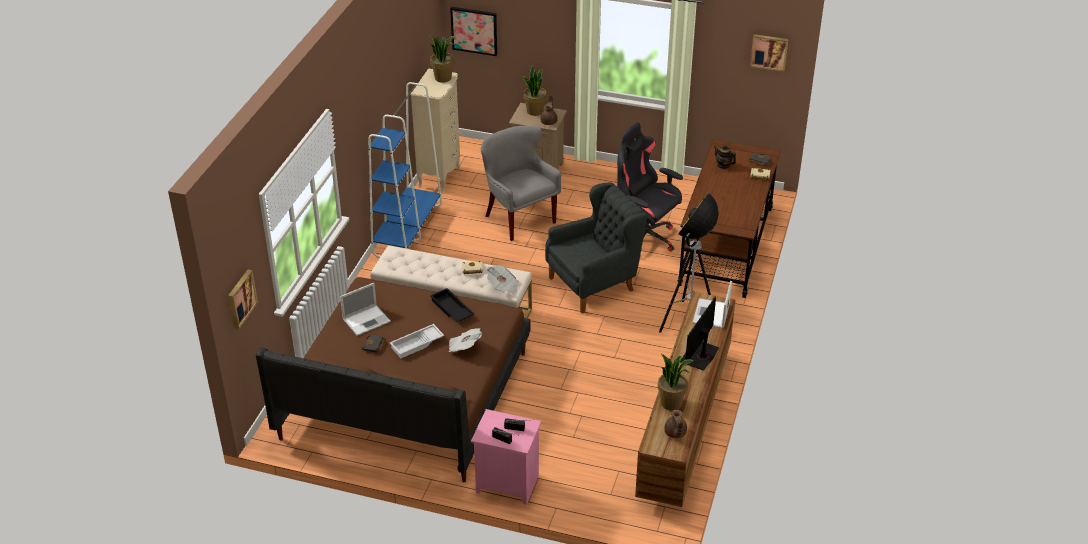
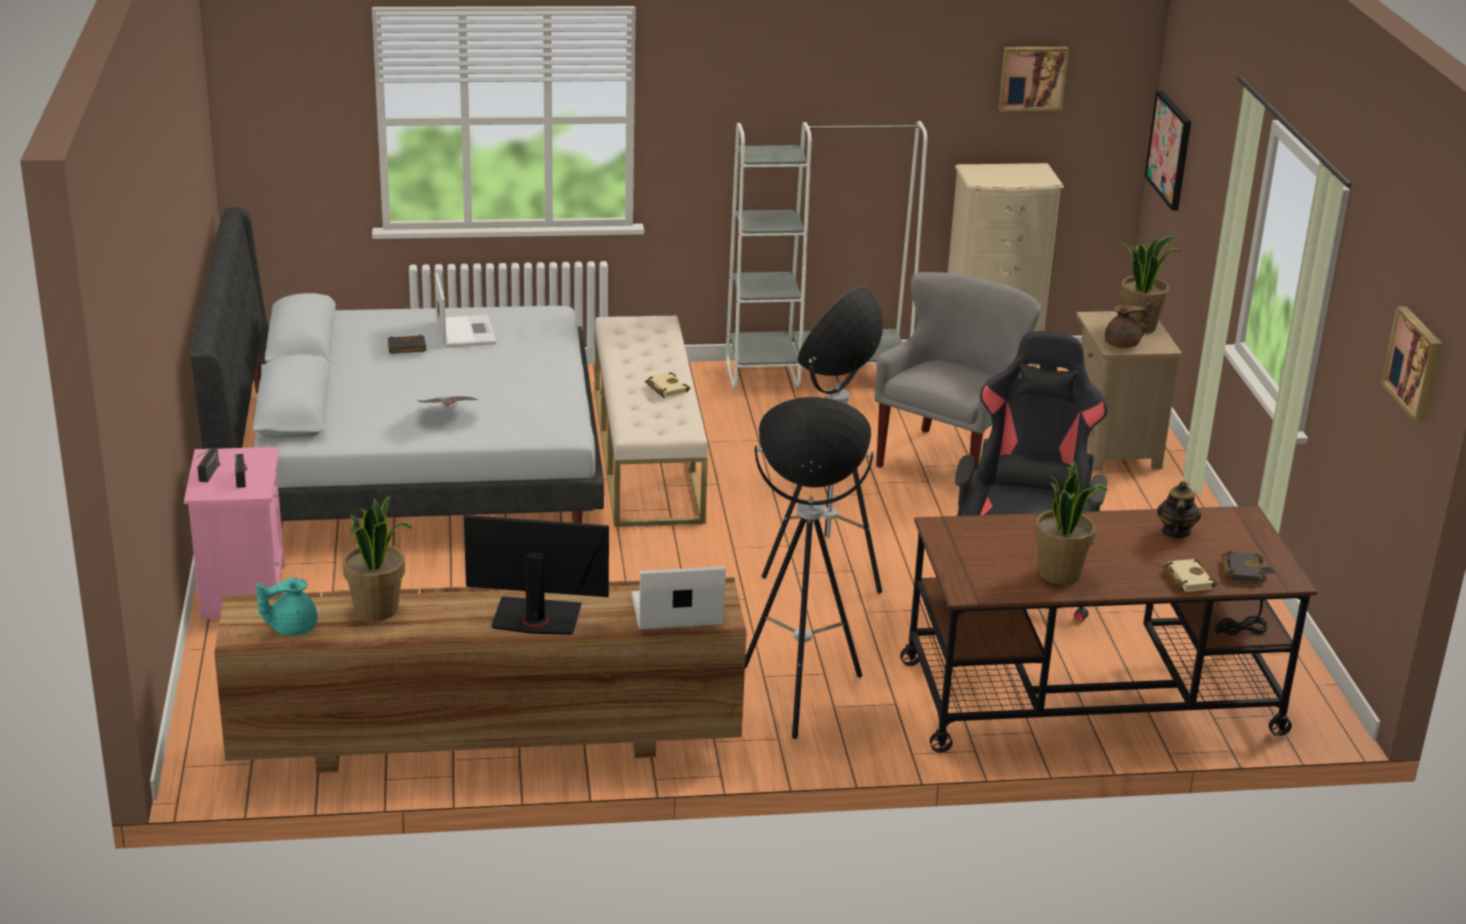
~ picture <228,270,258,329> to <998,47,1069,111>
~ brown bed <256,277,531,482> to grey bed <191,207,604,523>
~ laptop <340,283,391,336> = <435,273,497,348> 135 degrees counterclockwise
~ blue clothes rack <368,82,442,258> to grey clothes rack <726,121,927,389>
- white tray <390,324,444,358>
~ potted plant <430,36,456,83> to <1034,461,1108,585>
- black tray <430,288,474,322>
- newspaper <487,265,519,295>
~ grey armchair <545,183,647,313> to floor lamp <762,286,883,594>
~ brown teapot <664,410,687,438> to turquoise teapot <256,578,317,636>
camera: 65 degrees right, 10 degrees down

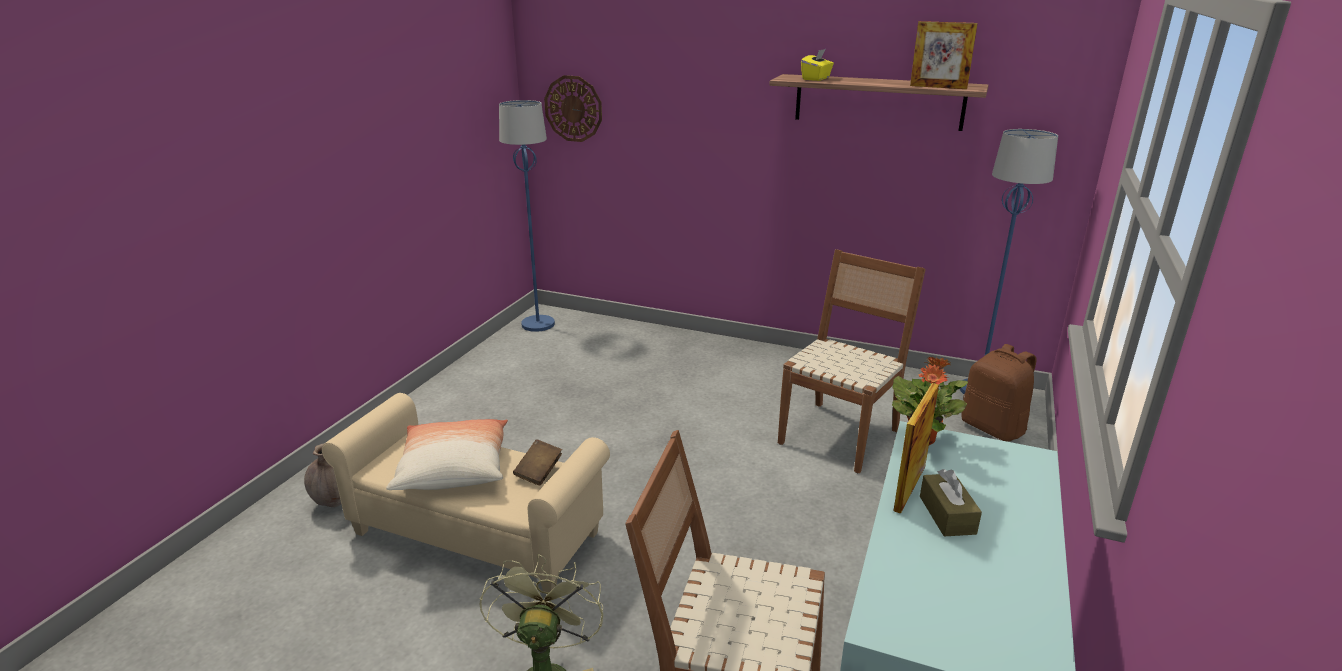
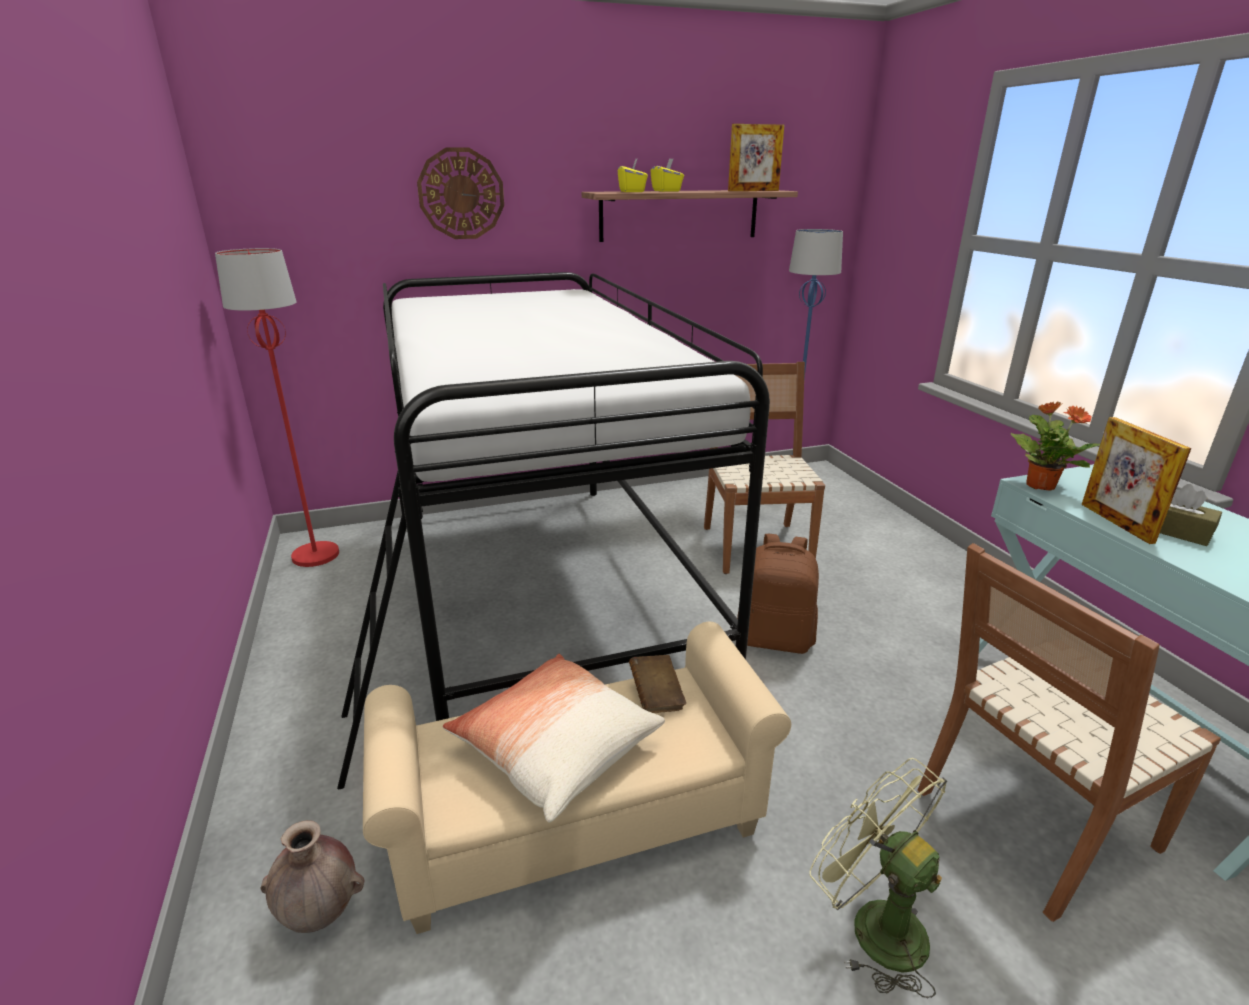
~ blue floor lamp <499,100,555,332> to red floor lamp <215,248,339,567>
~ wall clock <544,75,602,142> to <417,147,504,239>
~ brown backpack <961,344,1036,441> to <737,534,819,654>
+ black bed <337,272,770,789>
+ yellow tissue box <650,158,684,192>
camera: 40 degrees left, 0 degrees up

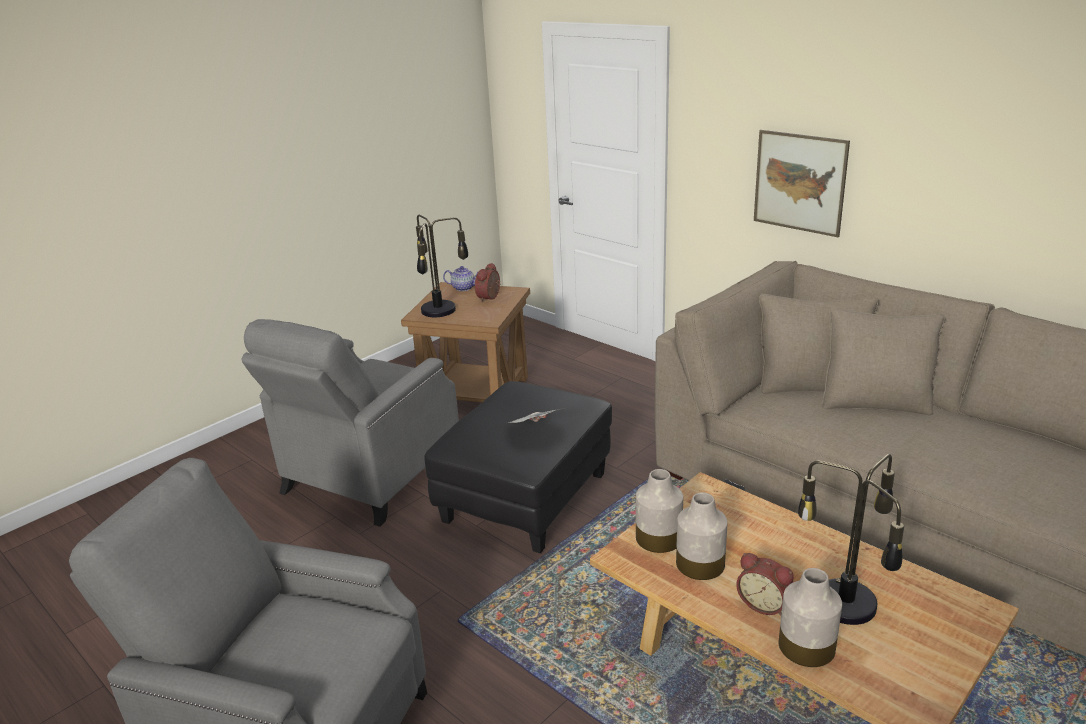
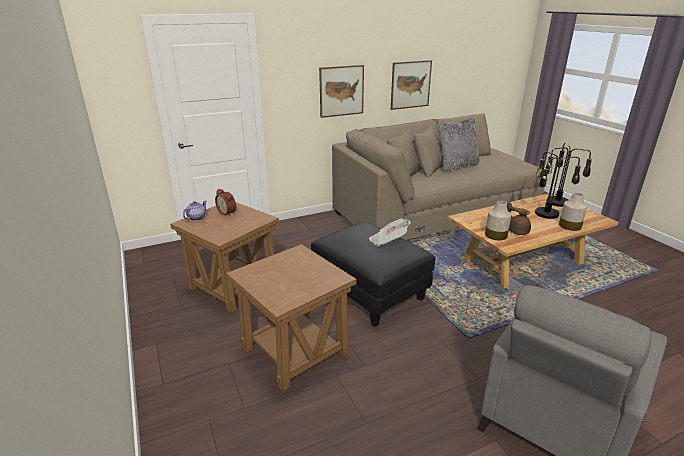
~ grey armchair <242,319,459,527> to brown side table <226,244,357,392>
~ table lamp <416,215,468,317> to <546,143,592,207>
~ beige vase <676,492,727,580> to brown teapot <507,201,531,235>
- alarm clock <736,553,794,616>
+ picture <391,60,432,110>
+ grey pillow <438,118,480,173>
camera: 70 degrees left, 0 degrees up

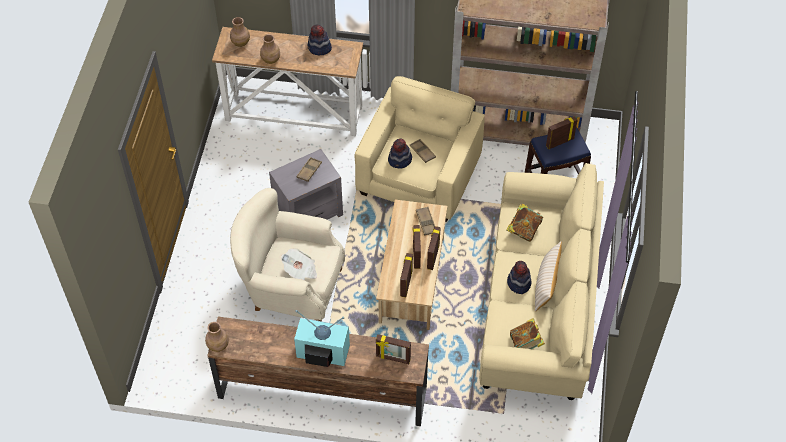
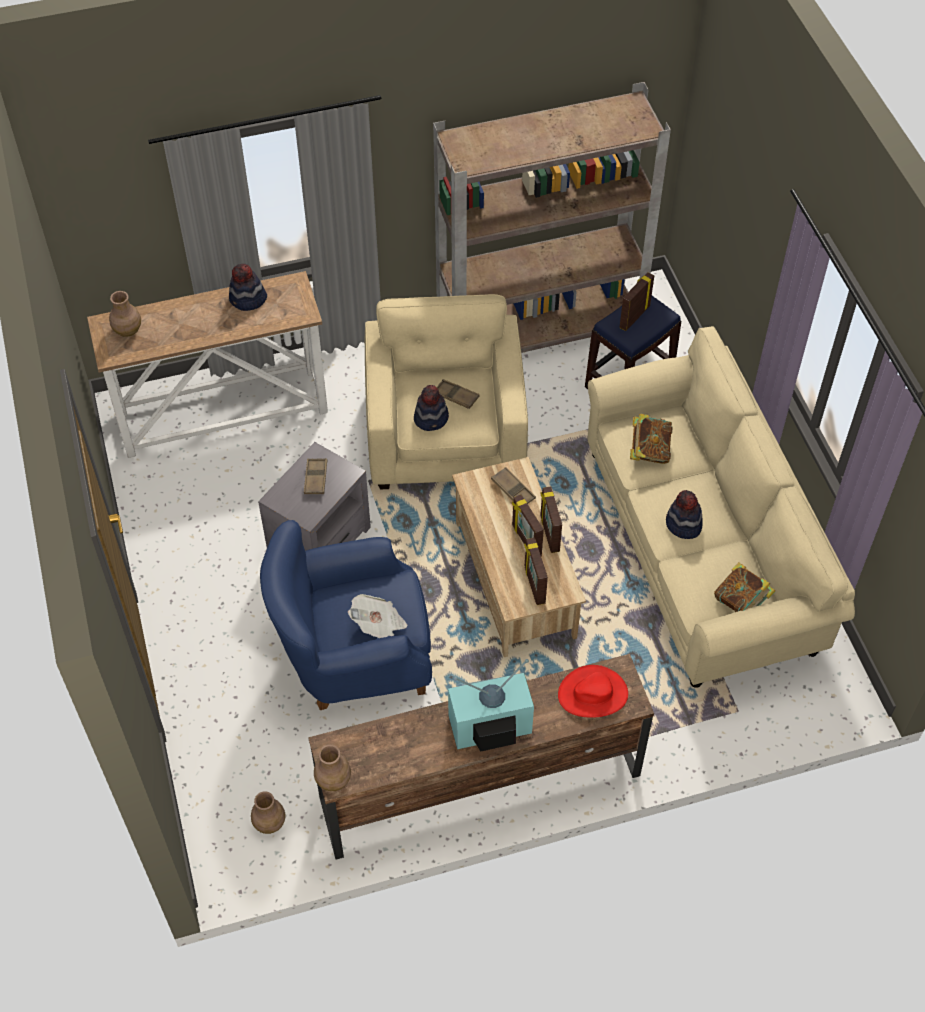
~ beige armchair <230,188,345,321> to blue armchair <260,520,432,710>
~ brown vase <260,34,280,64> to <251,791,286,834>
~ picture frame <376,334,411,364> to red hat <558,665,628,718>
- beige pillow <535,241,562,312>
camera: 25 degrees left, 0 degrees up

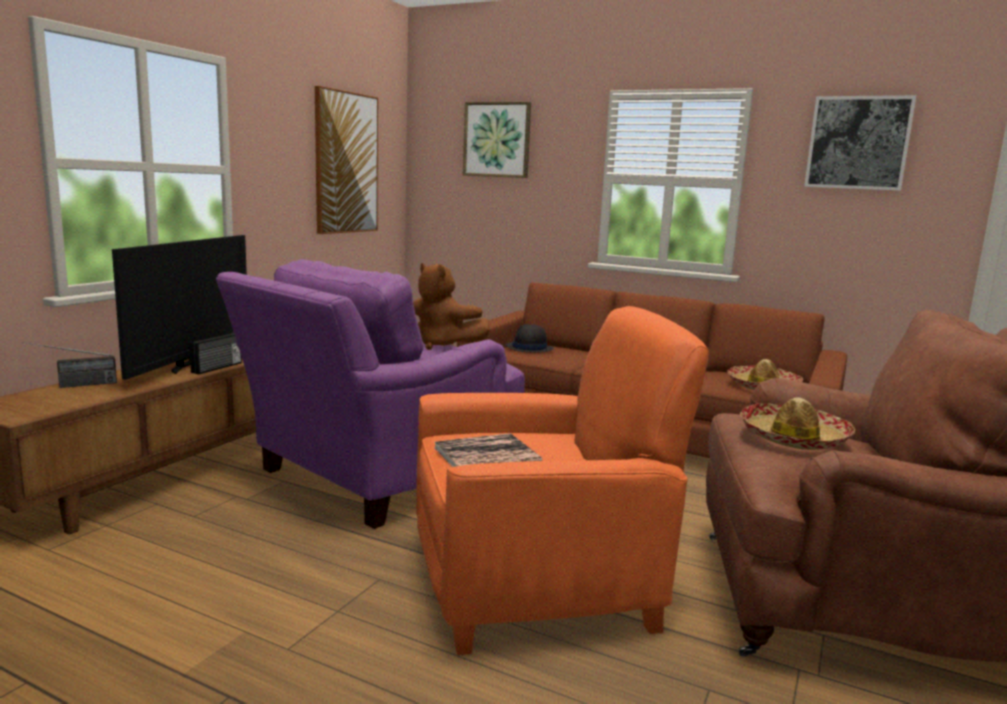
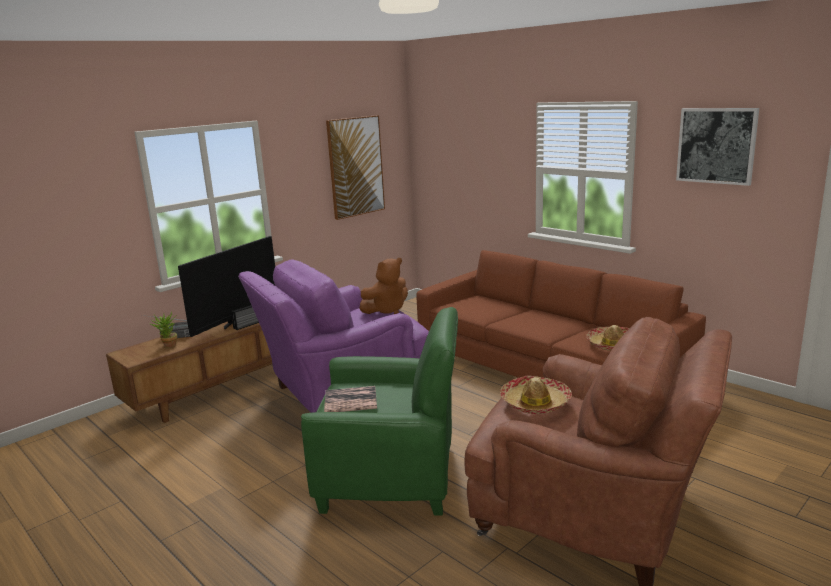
~ brown plush toy <413,263,490,350> = <360,258,408,314> 90 degrees counterclockwise
~ orange armchair <416,306,709,655> to green armchair <301,307,458,516>
- picture <463,102,531,178>
- black hat <505,324,554,353>
+ potted plant <150,312,177,347>
camera: 20 degrees right, 5 degrees up

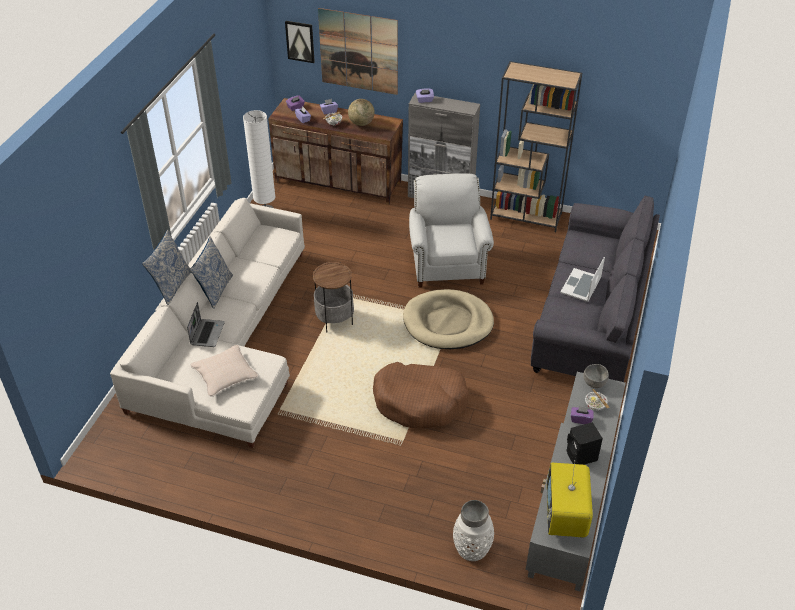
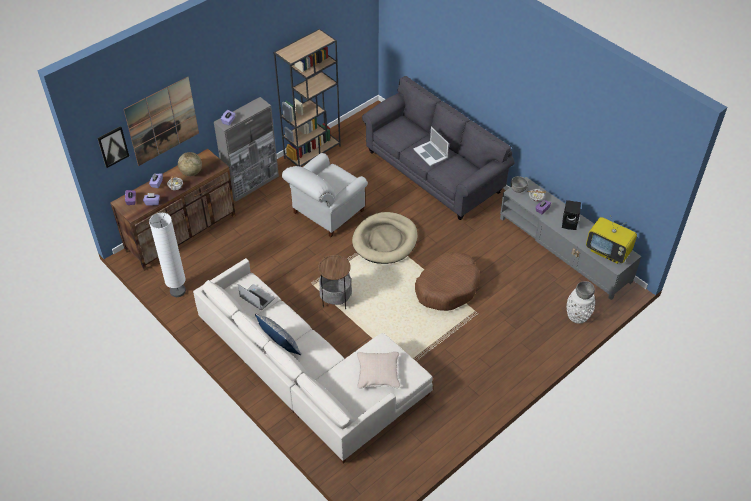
- pillow <142,230,191,305>
~ laptop <187,302,225,347> to <238,284,274,310>
~ white armchair <409,173,494,288> = <282,153,368,237> 75 degrees counterclockwise
camera: 60 degrees left, 5 degrees up

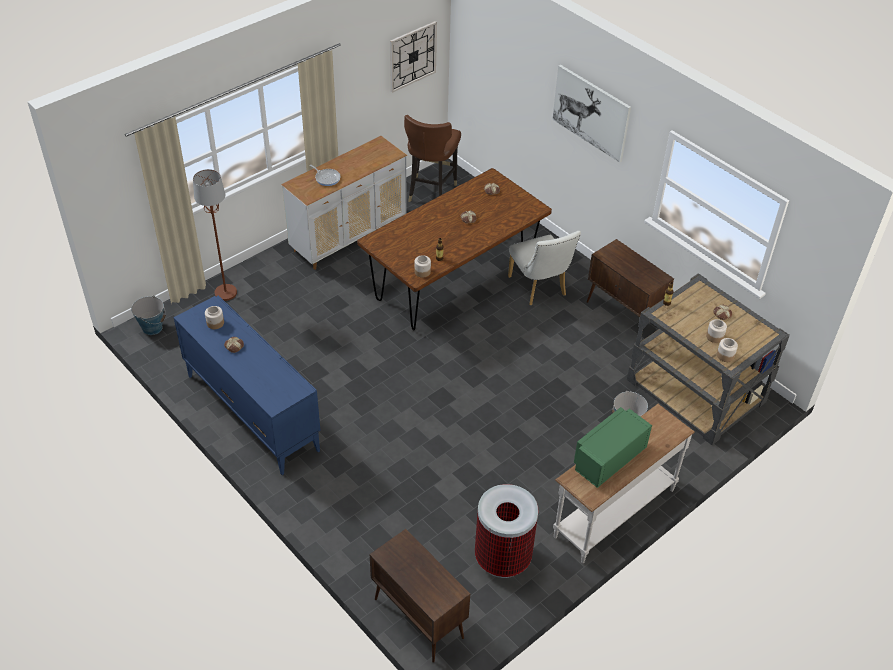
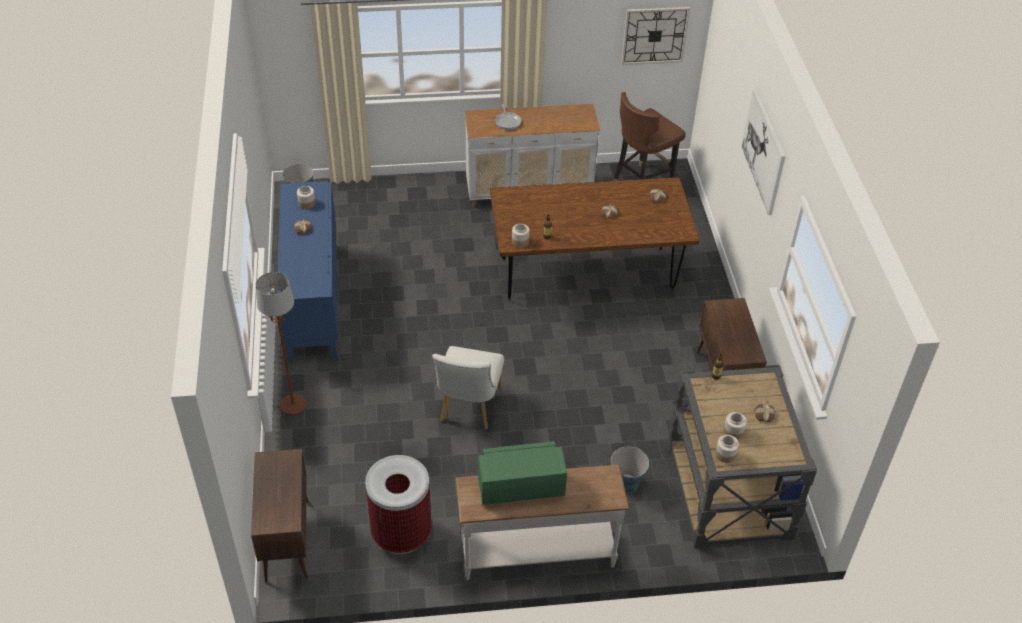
~ brown floor lamp <193,169,237,301> to <256,272,307,416>
~ white chair <508,231,581,305> to <432,346,504,429>
camera: 35 degrees right, 0 degrees up

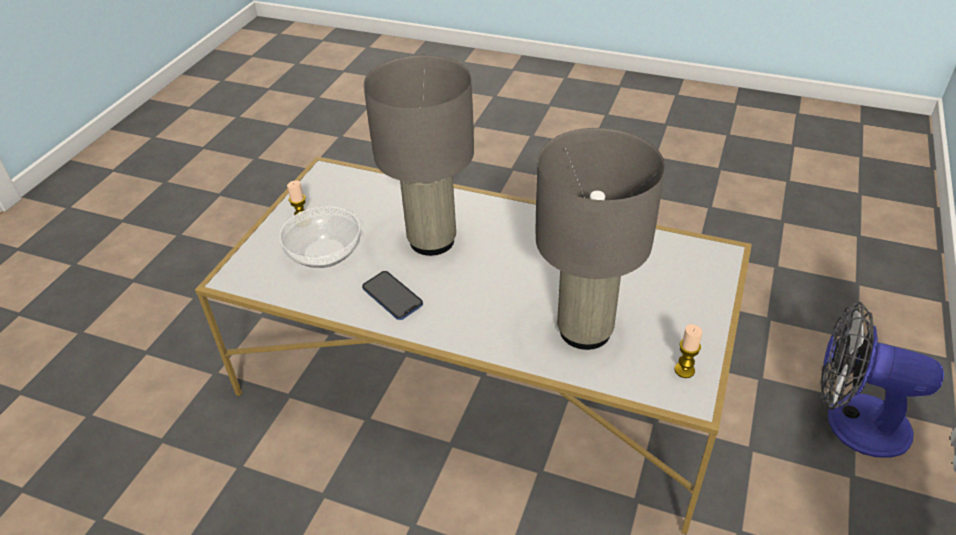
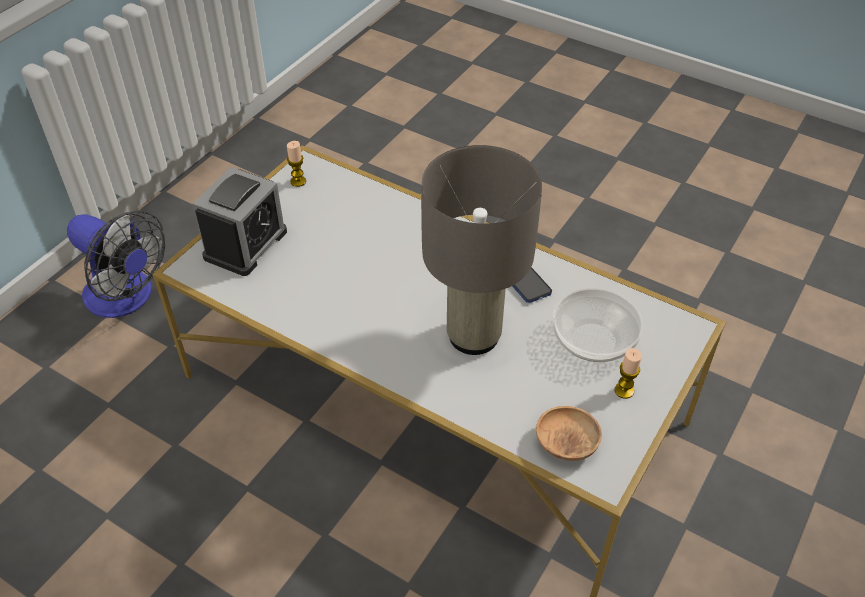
- grey table lamp <536,128,665,350>
+ alarm clock <193,167,287,276>
+ brown bowl <536,406,602,461>
camera: 170 degrees left, 5 degrees up

